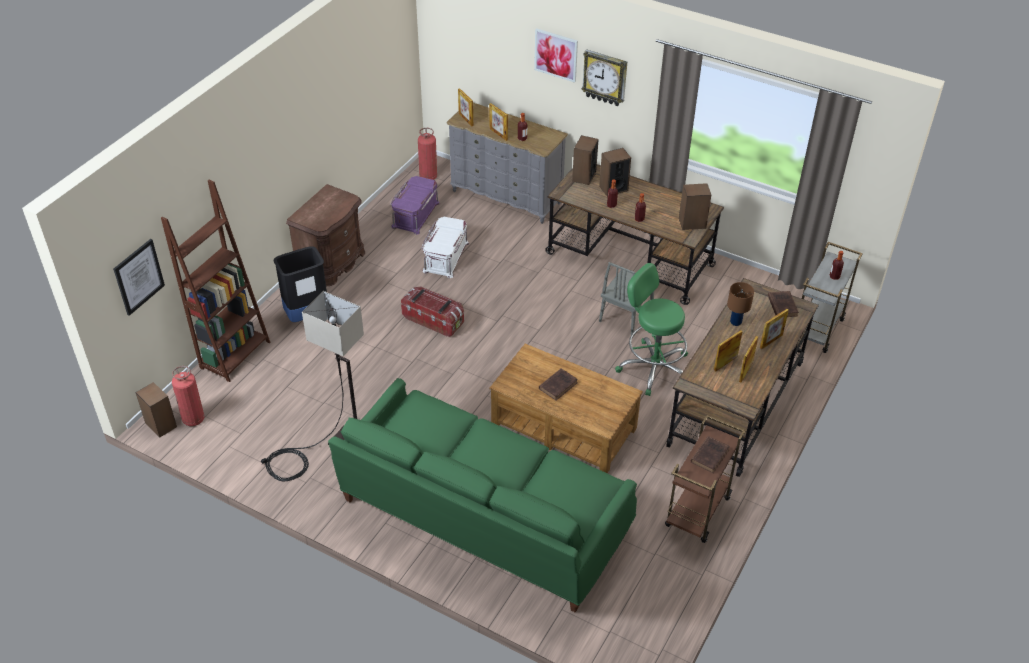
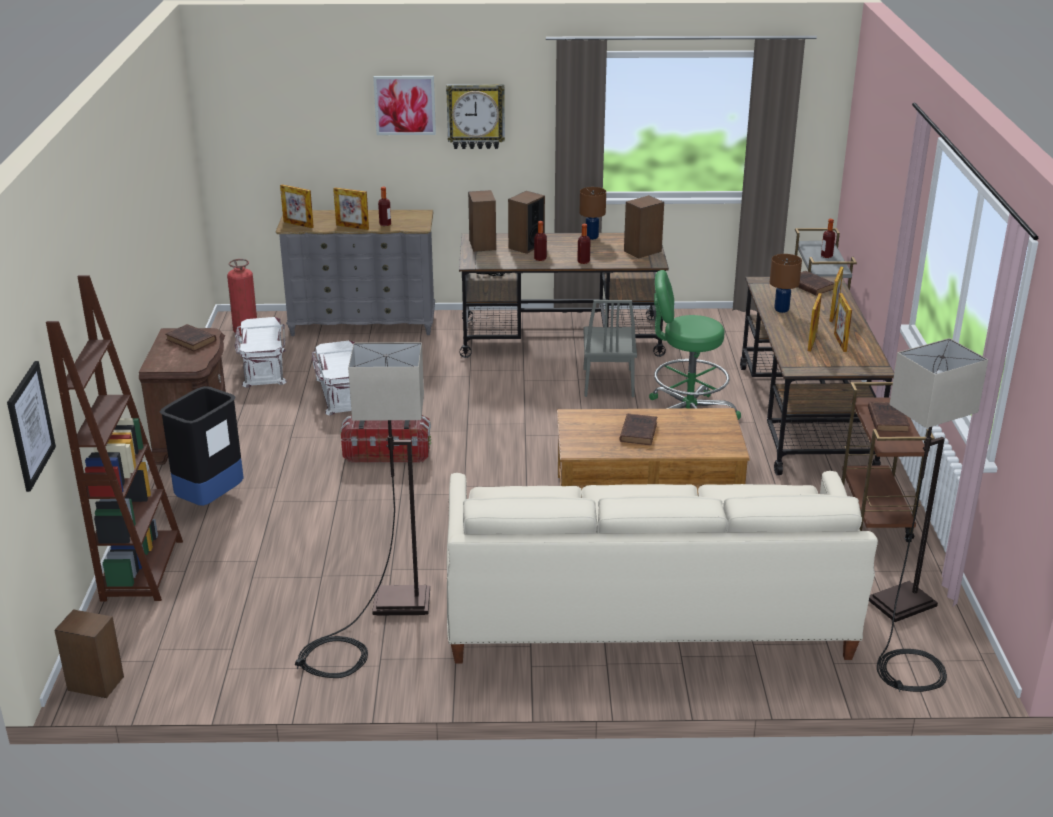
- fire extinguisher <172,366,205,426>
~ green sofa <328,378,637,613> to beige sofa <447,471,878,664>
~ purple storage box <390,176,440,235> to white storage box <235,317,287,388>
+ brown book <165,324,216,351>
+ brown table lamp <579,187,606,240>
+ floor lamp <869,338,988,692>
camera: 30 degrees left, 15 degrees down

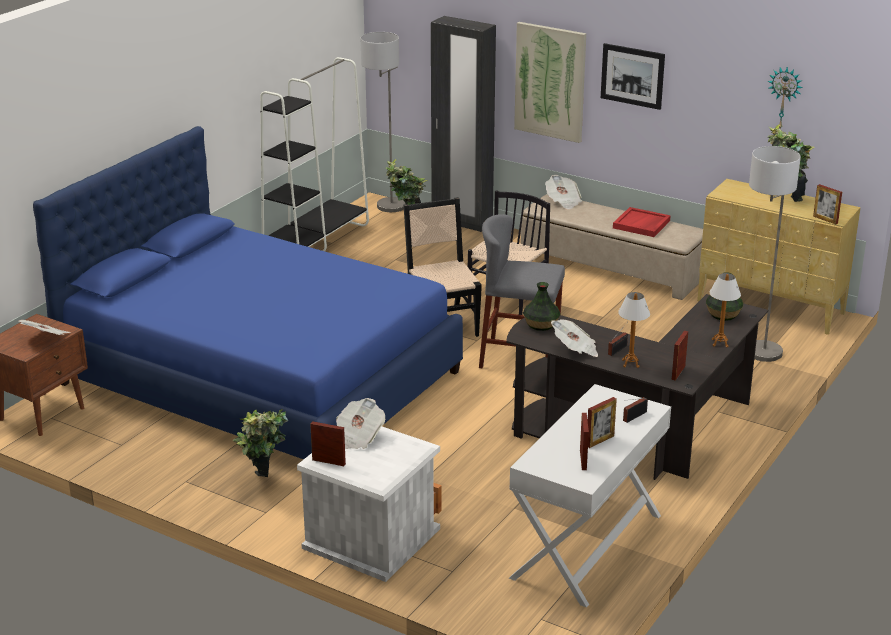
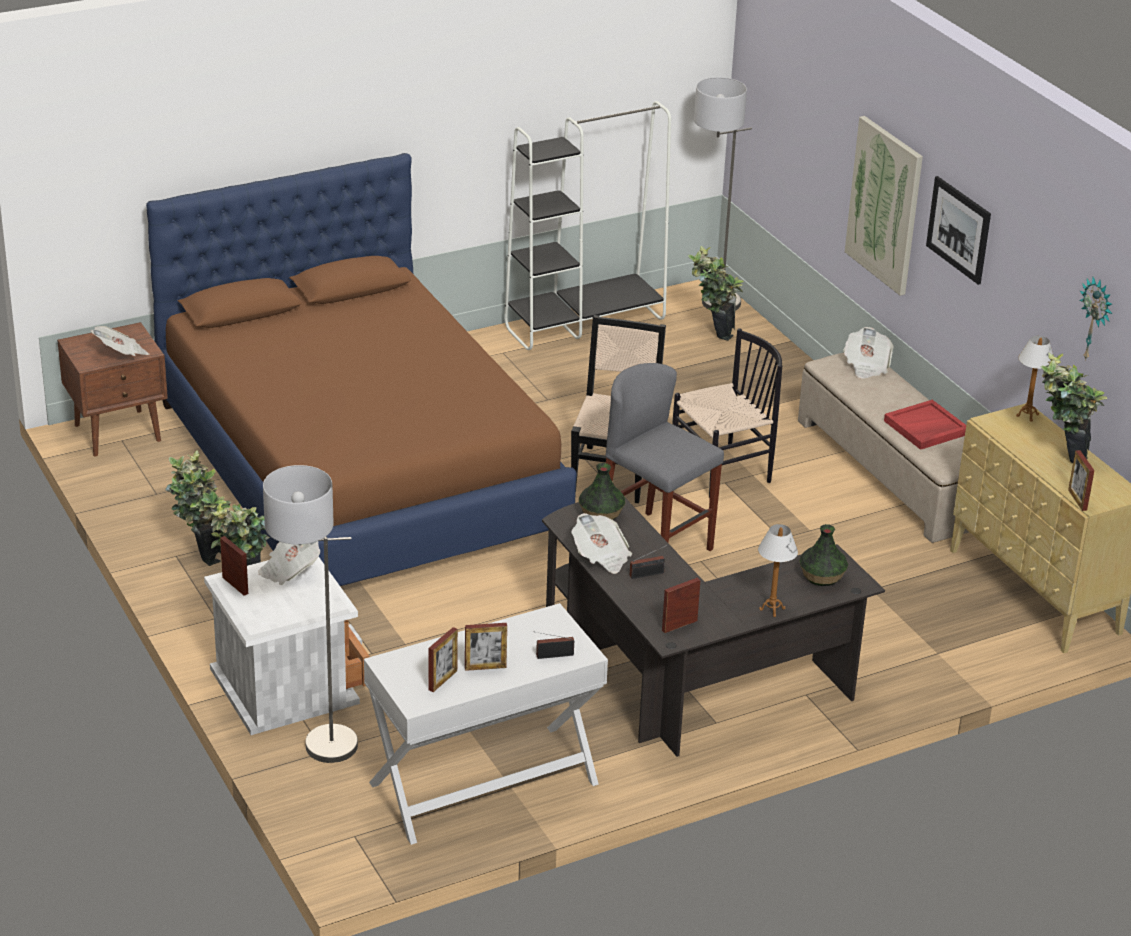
~ blue bed <33,126,463,459> to brown bed <146,153,577,586>
- black wardrobe <431,16,496,232>
~ table lamp <618,292,650,368> to <1016,336,1053,422>
~ grey floor lamp <749,146,801,362> to <263,465,358,763>
+ potted plant <166,450,231,566>
camera: 30 degrees right, 5 degrees up

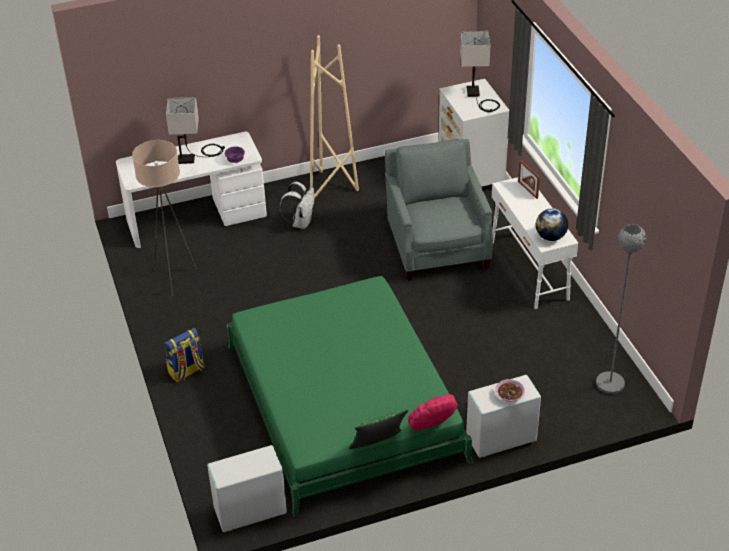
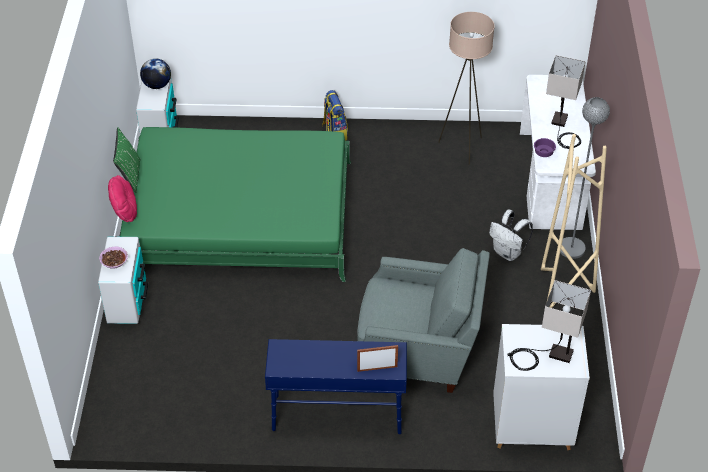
~ white console table <492,177,578,309> to blue console table <265,339,407,434>
~ globe <536,208,568,241> to <140,58,171,89>
~ grey floor lamp <596,224,646,394> to <560,97,610,259>
camera: 110 degrees right, 5 degrees up

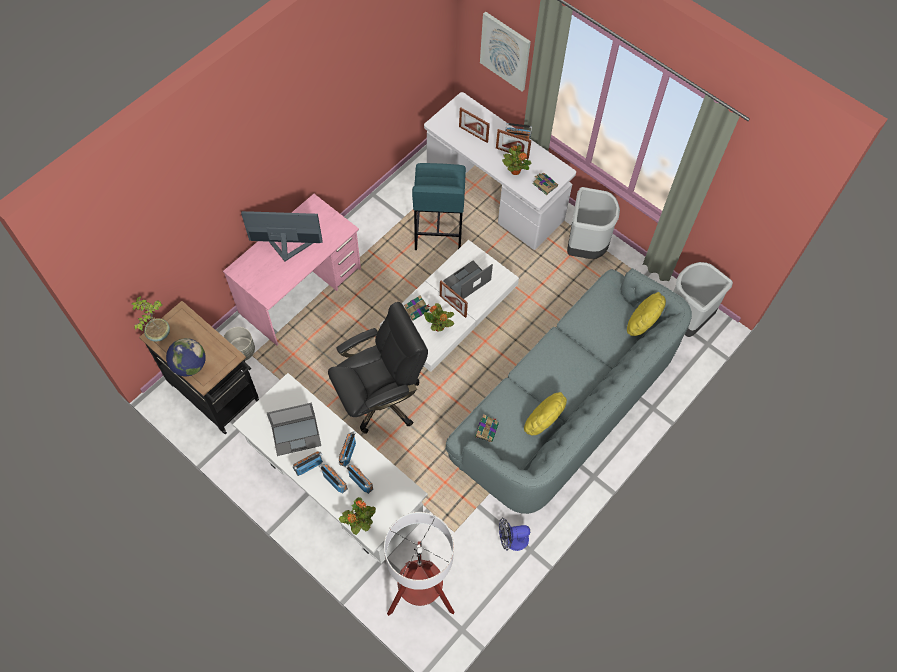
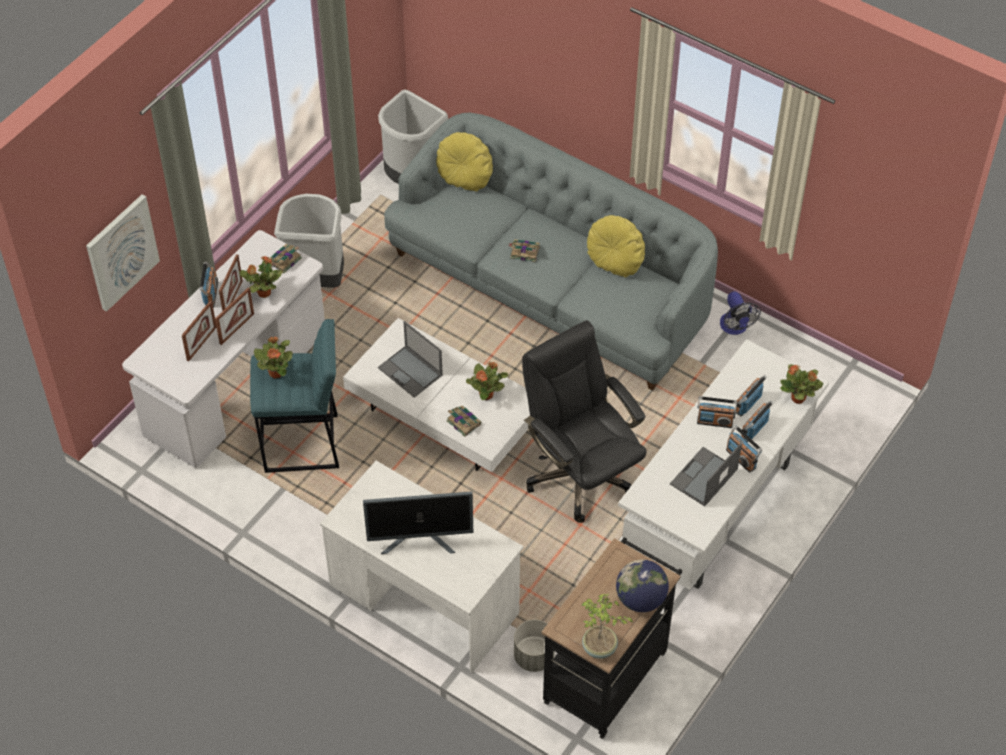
~ pink desk <223,194,361,346> to white desk <320,461,524,673>
~ monitor <241,211,323,261> = <363,491,473,554> 90 degrees counterclockwise
~ laptop <267,403,321,456> = <670,443,742,506> 120 degrees counterclockwise
- floor lamp <384,512,455,616>
~ picture frame <440,281,468,318> to <215,287,254,345>
~ book <475,414,499,442> to <509,239,540,262>
+ potted plant <254,336,293,379>
camera: 95 degrees left, 10 degrees down

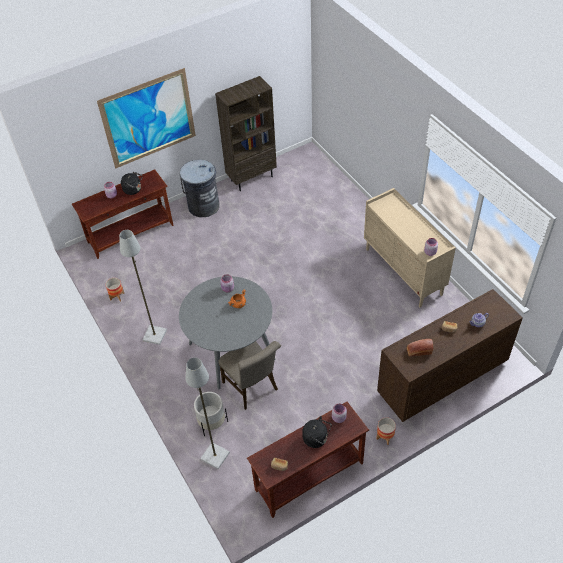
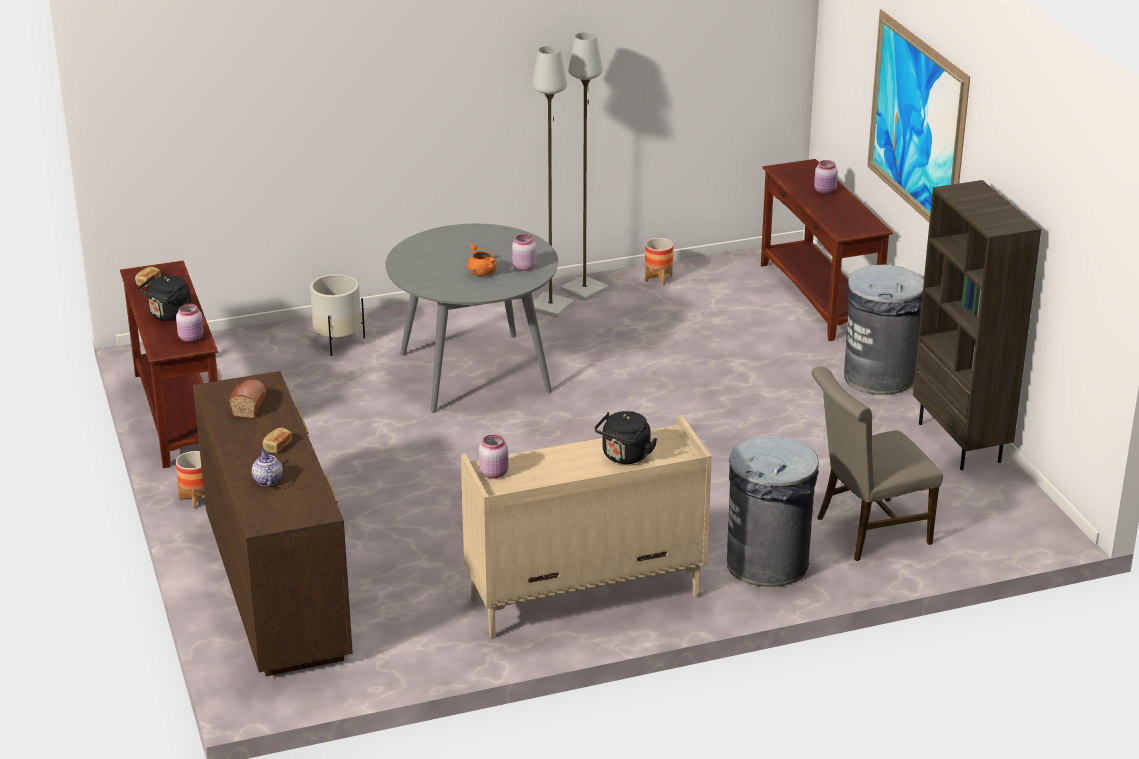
~ black kettle <121,172,143,195> to <595,411,657,464>
~ grey floor lamp <185,357,230,469> to <561,32,609,301>
~ beige chair <218,341,281,410> to <811,367,943,561>
+ grey trash can <727,436,819,587>
camera: 100 degrees right, 20 degrees down

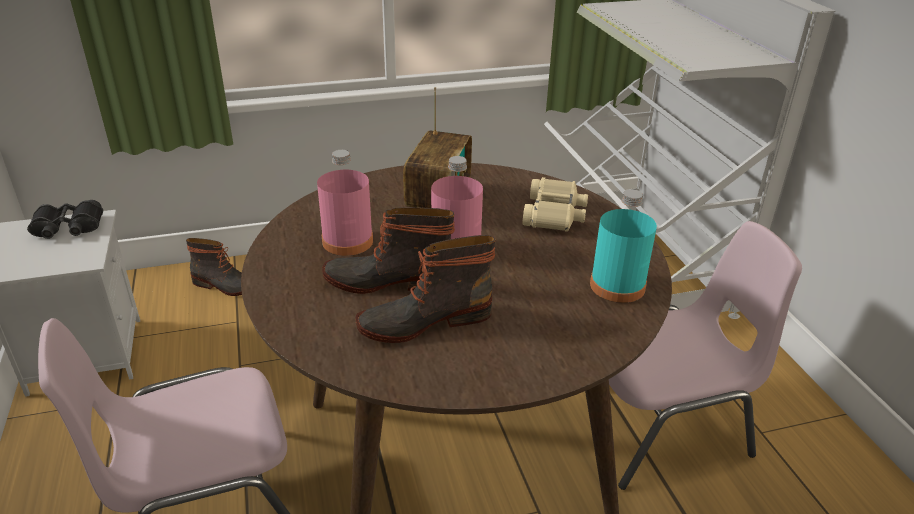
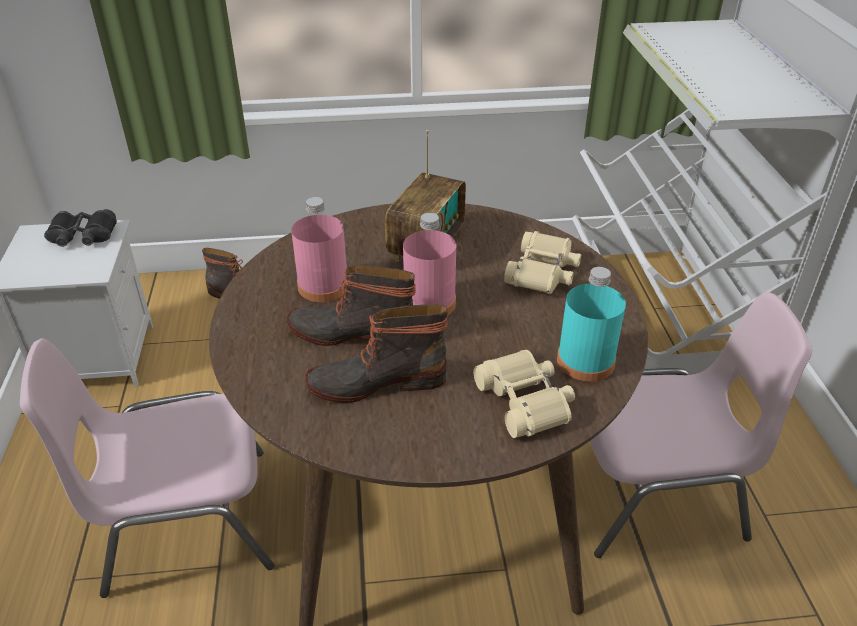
+ beige binoculars <473,350,575,438>
camera: 10 degrees right, 5 degrees up

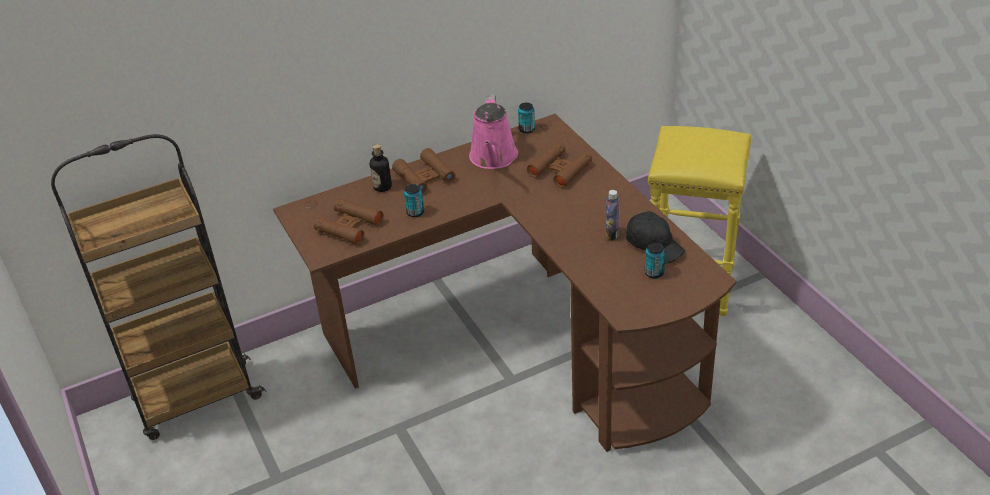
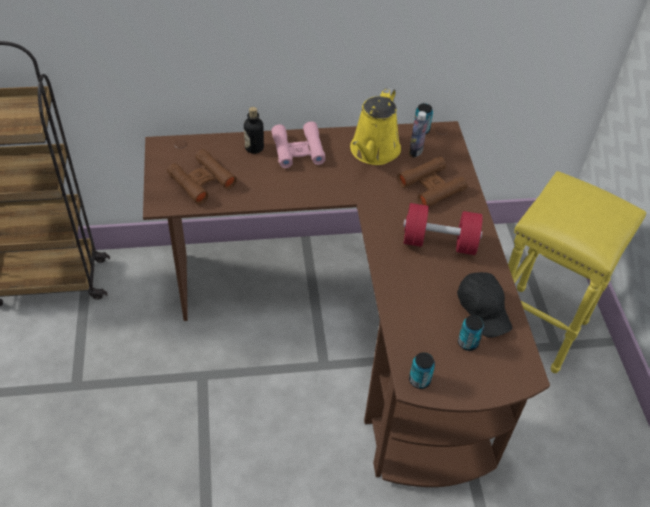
~ brown binoculars <392,148,455,194> to pink binoculars <271,121,326,168>
~ can <404,184,424,217> to <409,352,435,389>
~ pink watering can <469,95,518,169> to yellow watering can <350,87,401,165>
~ bottle <606,190,619,241> to <409,111,428,158>
+ red dumbbell <403,203,483,255>
camera: 15 degrees right, 10 degrees up

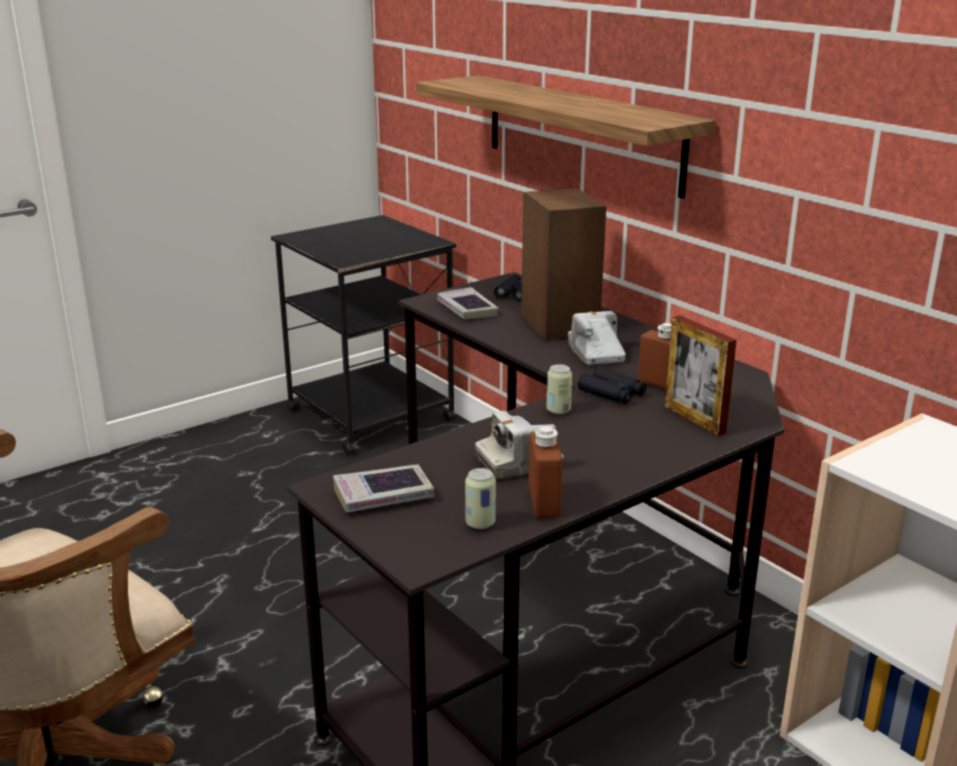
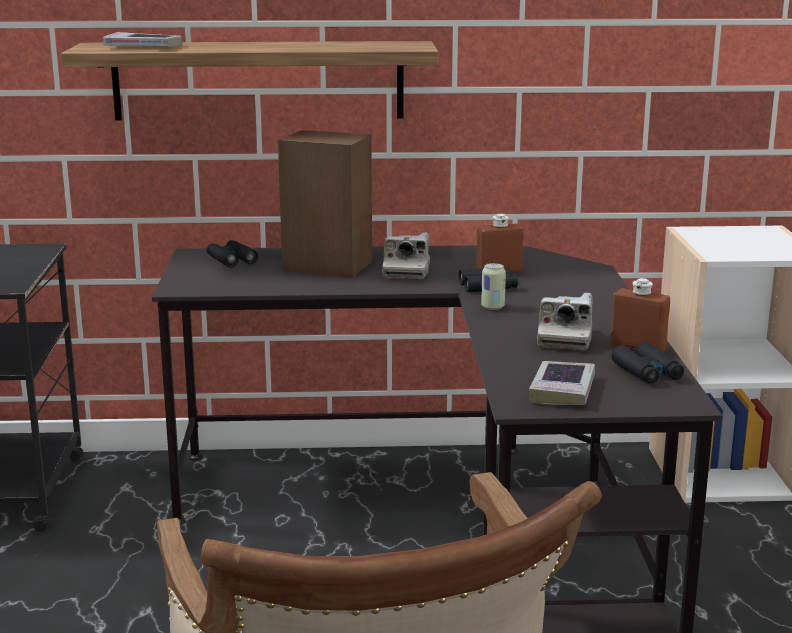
~ book <437,287,499,319> to <103,32,182,47>
~ can <465,468,496,529> to black binoculars <612,342,684,384>
~ photo camera <568,311,626,365> = <382,233,430,279> 105 degrees counterclockwise
- picture frame <665,315,737,436>
camera: 55 degrees left, 5 degrees down

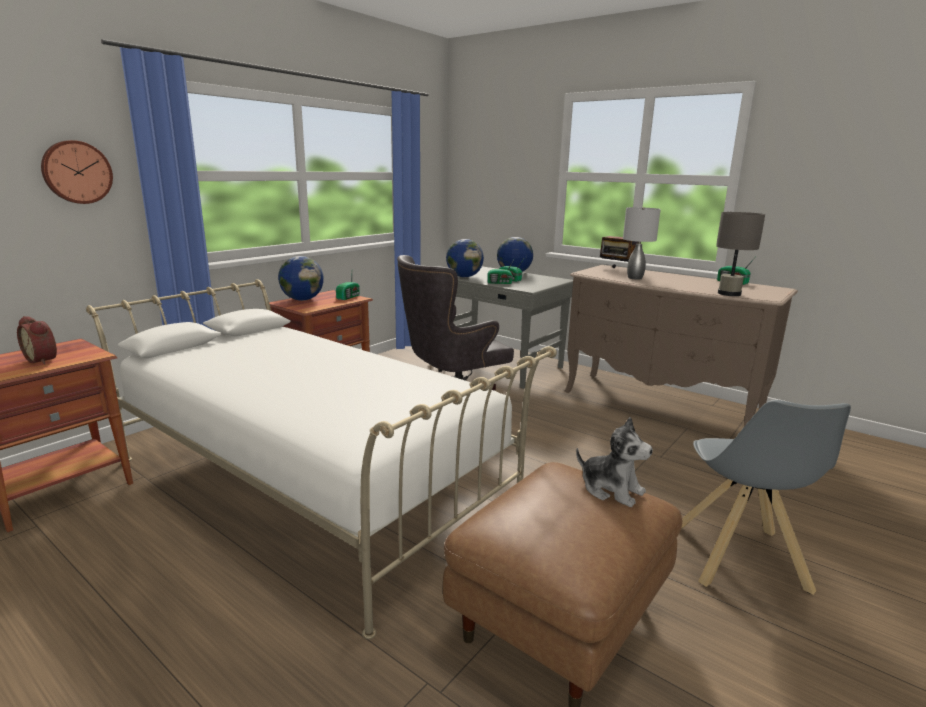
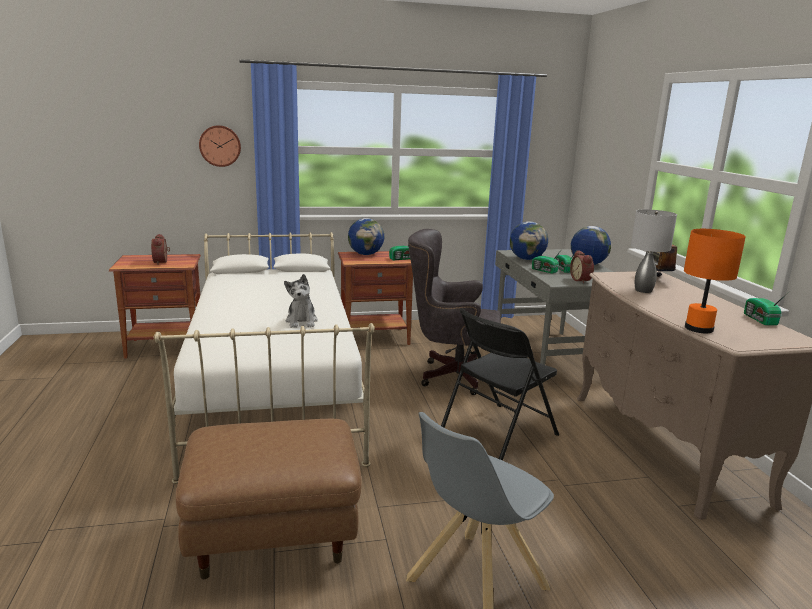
~ plush toy <576,417,653,507> to <284,274,318,328>
~ grey table lamp <716,212,765,296> to orange table lamp <684,229,746,333>
+ black chair <441,308,559,461>
+ alarm clock <570,250,594,284>
camera: 40 degrees right, 0 degrees up

